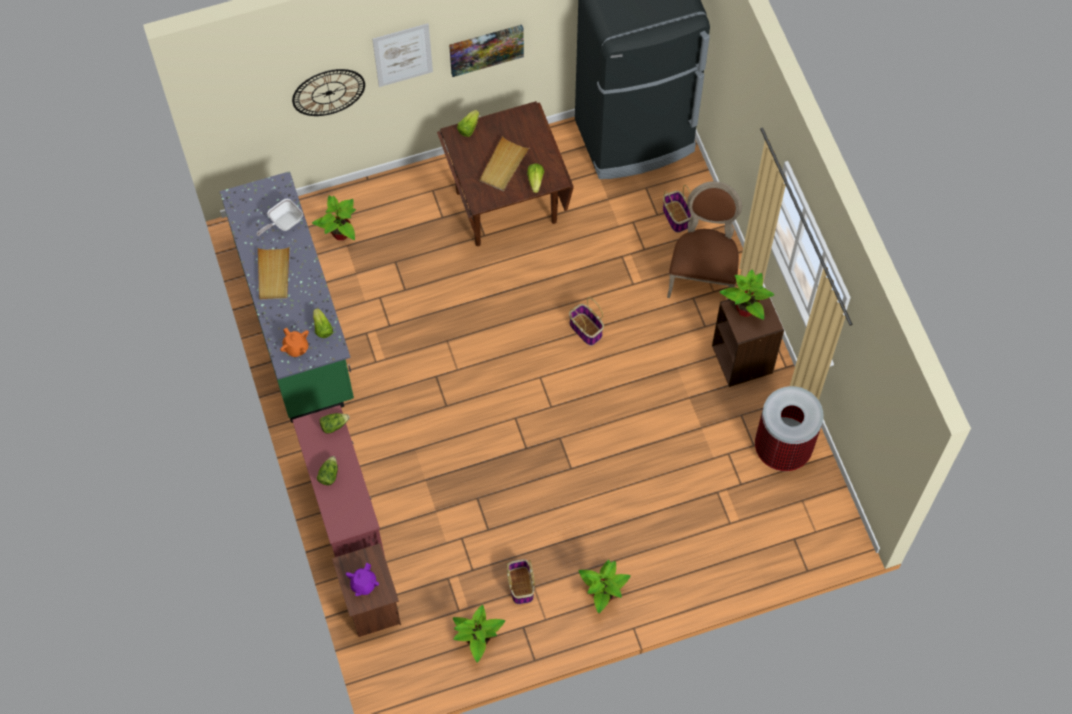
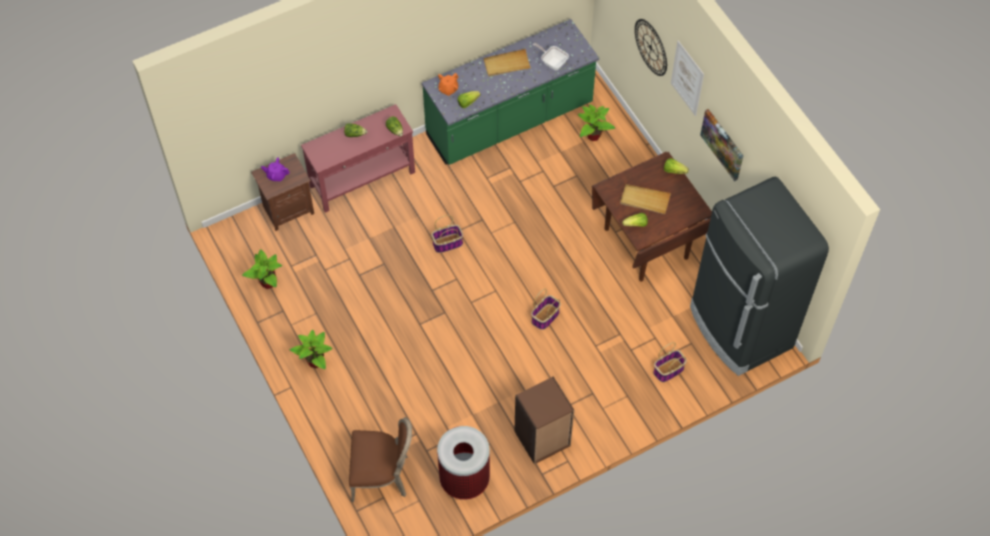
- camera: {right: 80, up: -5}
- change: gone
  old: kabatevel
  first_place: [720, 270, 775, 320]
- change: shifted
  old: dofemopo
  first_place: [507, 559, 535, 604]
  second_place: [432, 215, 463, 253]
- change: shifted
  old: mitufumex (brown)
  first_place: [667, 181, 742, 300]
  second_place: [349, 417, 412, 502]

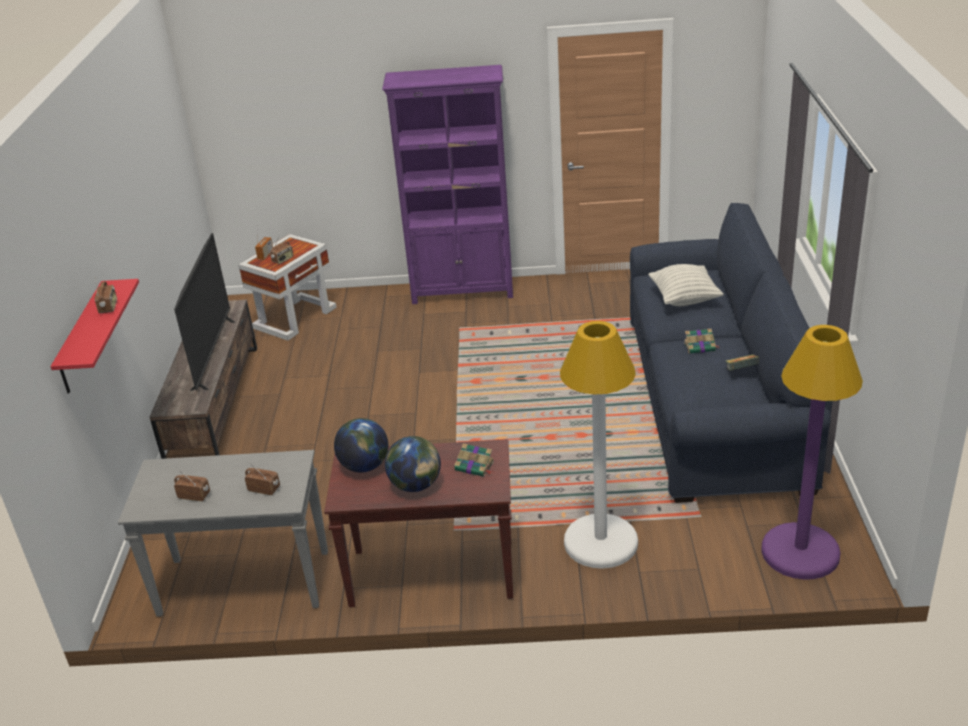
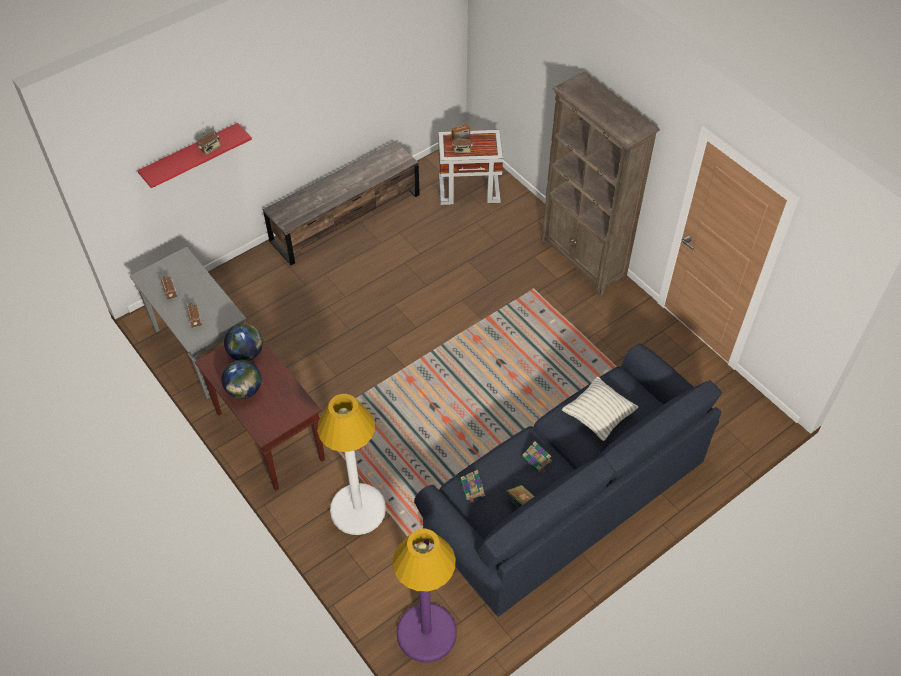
- camera: {right: 50, up: 20}
- change: gone
  old: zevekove
  first_place: [174, 233, 235, 391]
- change: shifted
  old: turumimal
  first_place: [454, 443, 494, 477]
  second_place: [460, 470, 485, 502]
- change: repainted
  old: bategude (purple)
  new: bategude (brown)
  first_place: [382, 65, 513, 304]
  second_place: [541, 71, 660, 296]

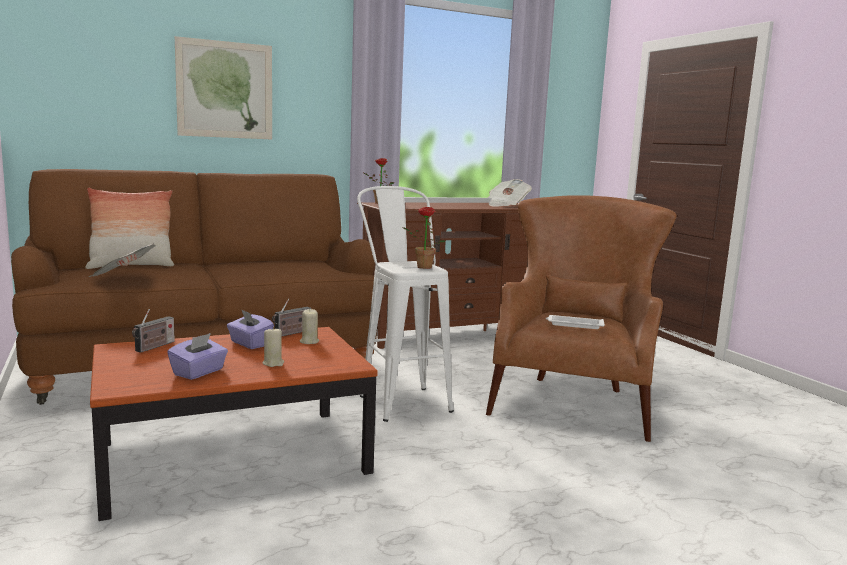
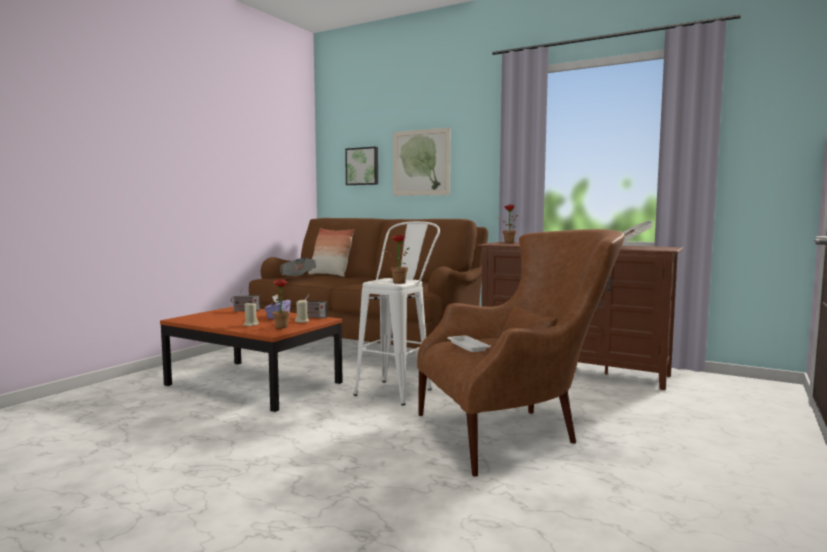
- camera: {right: 55, up: -5}
- change: gone
  old: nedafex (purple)
  first_place: [167, 333, 228, 380]
- change: new
  new: kabatevel
  second_place: [271, 279, 296, 329]
- change: new
  new: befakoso
  second_place: [345, 147, 378, 185]

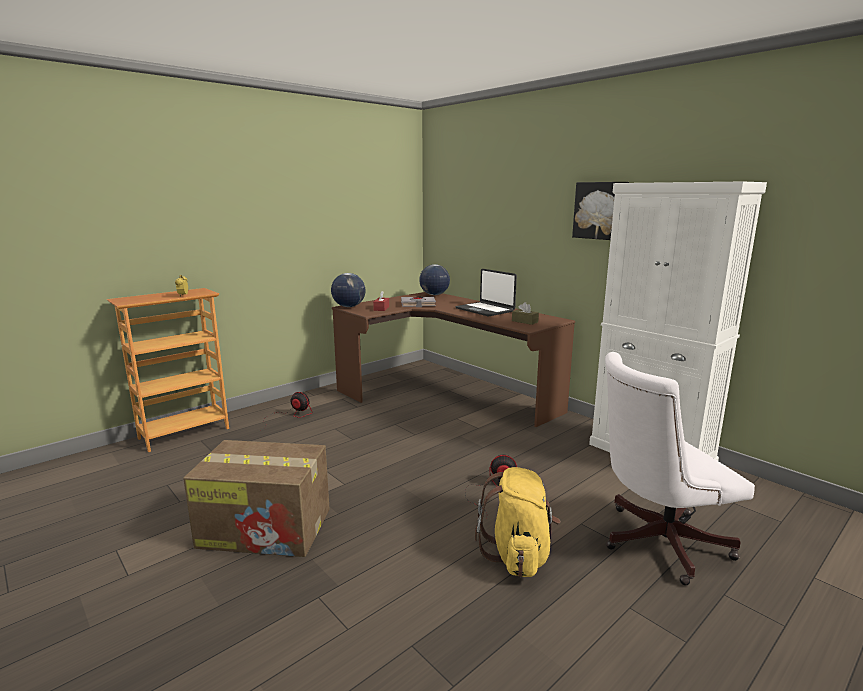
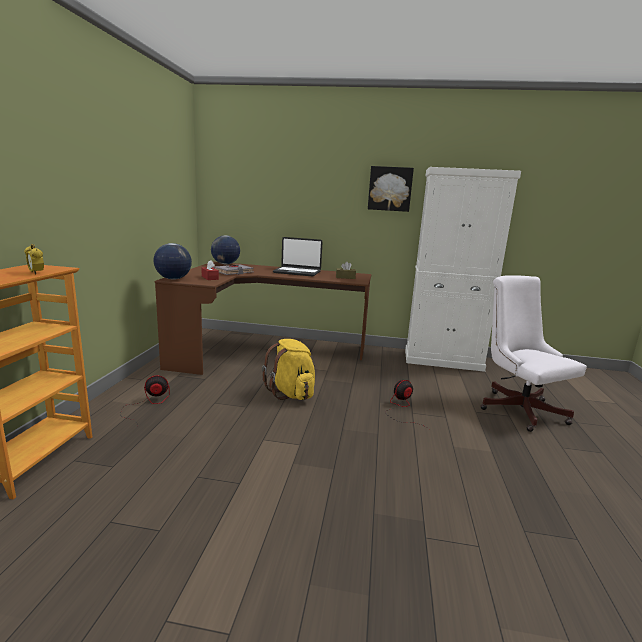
- camera: {right: -40, up: 0}
- change: gone
  old: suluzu
  first_place: [183, 440, 330, 557]
- change: shifted
  old: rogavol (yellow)
  first_place: [475, 467, 561, 577]
  second_place: [262, 339, 315, 400]
- change: rotated
  old: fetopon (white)
  first_place: [605, 352, 755, 585]
  second_place: [480, 275, 587, 432]
  degrees: 120

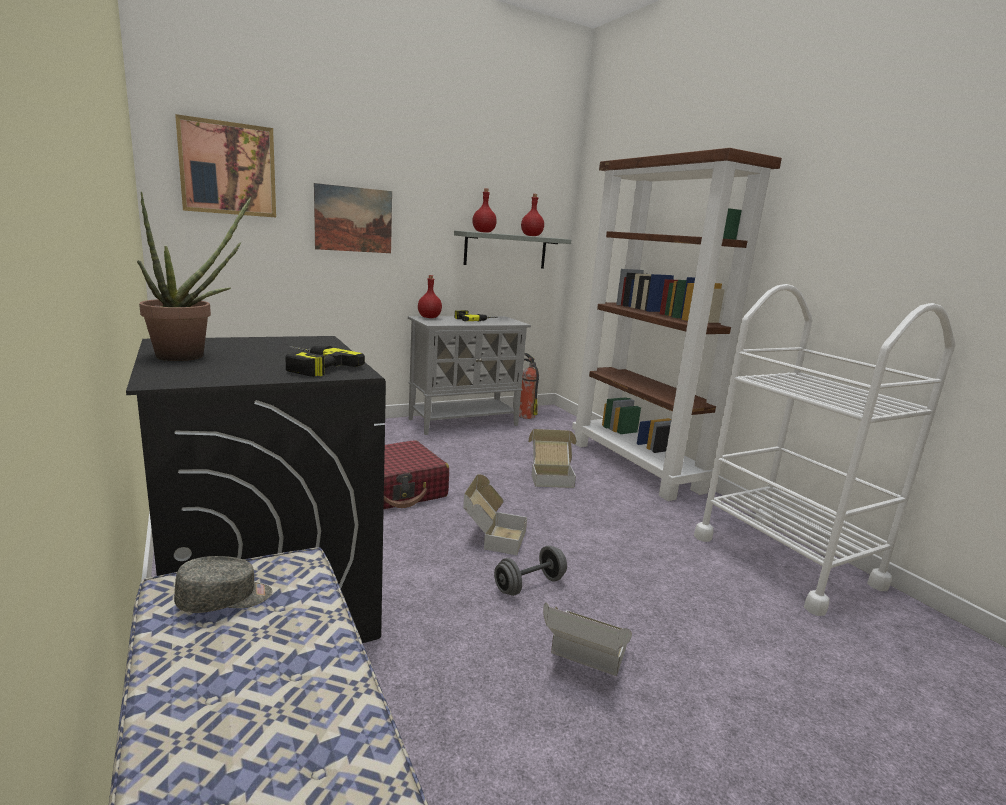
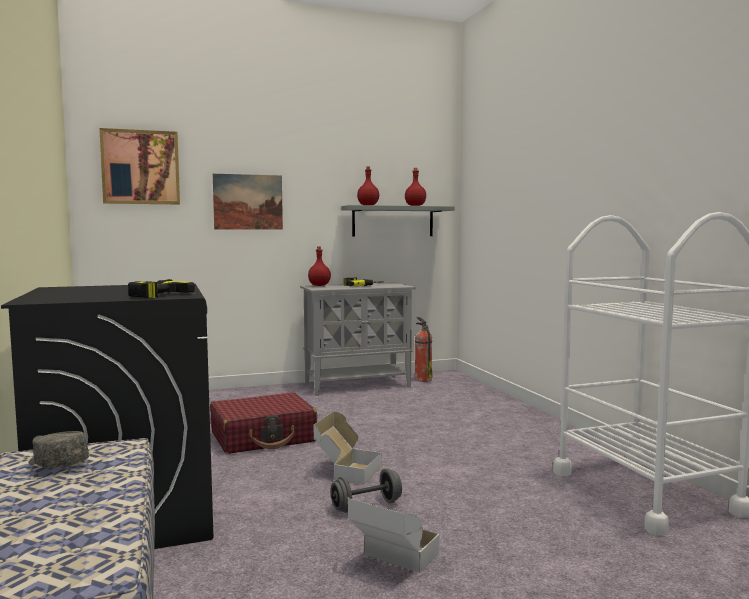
- camera: {right: 10, up: -10}
- change: gone
  old: kabatevel
  first_place: [137, 192, 251, 361]
- change: gone
  old: suluzu
  first_place: [528, 429, 577, 488]
- change: gone
  old: bategude (brown)
  first_place: [572, 148, 782, 501]
- change: rotated
  old: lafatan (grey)
  first_place: [174, 556, 272, 613]
  second_place: [29, 431, 89, 468]
  degrees: -135

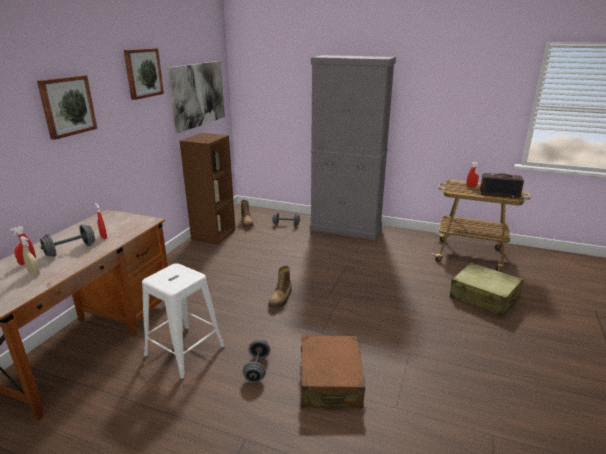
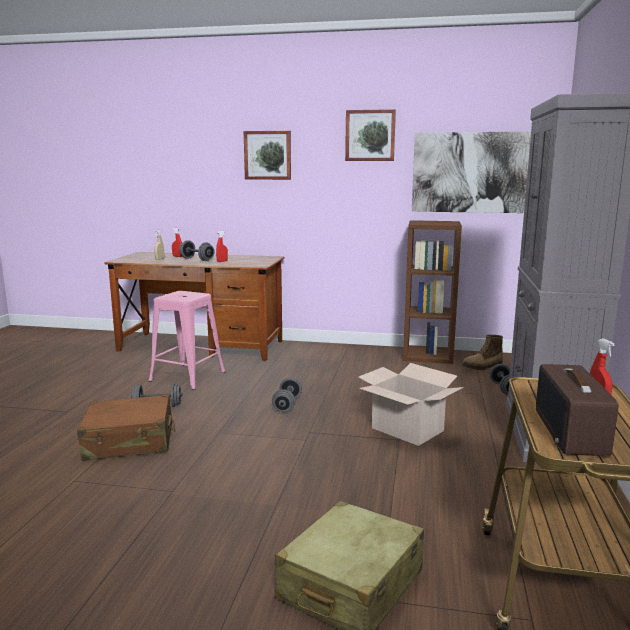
- camera: {right: 80, up: -10}
- change: new
  new: suluzu
  second_place: [359, 363, 464, 446]
- change: swapped
  old: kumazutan
  new: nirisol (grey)
  first_place: [268, 266, 292, 308]
  second_place: [272, 378, 302, 412]
- change: repainted
  old: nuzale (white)
  new: nuzale (pink)
  first_place: [142, 264, 225, 380]
  second_place: [149, 291, 225, 390]

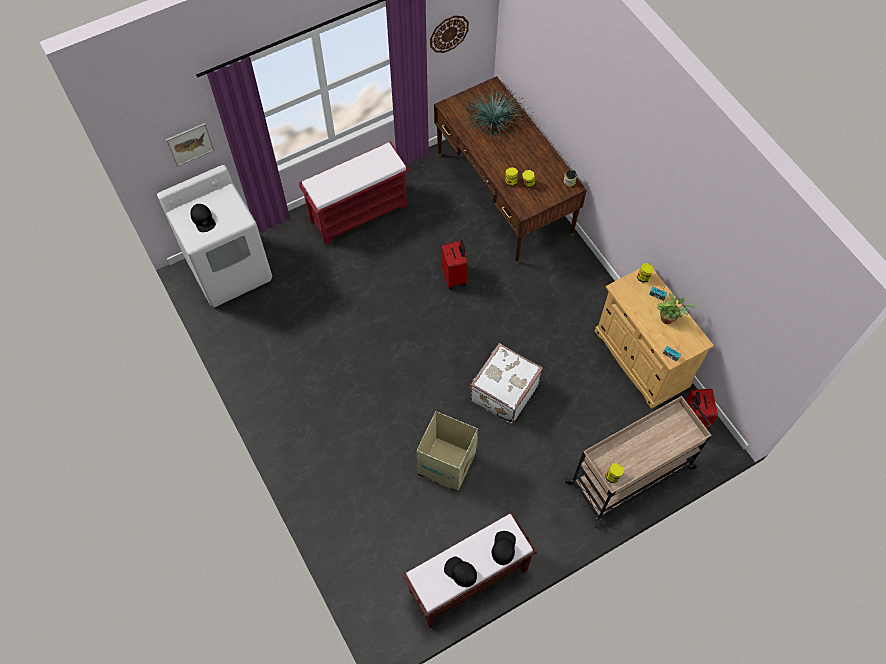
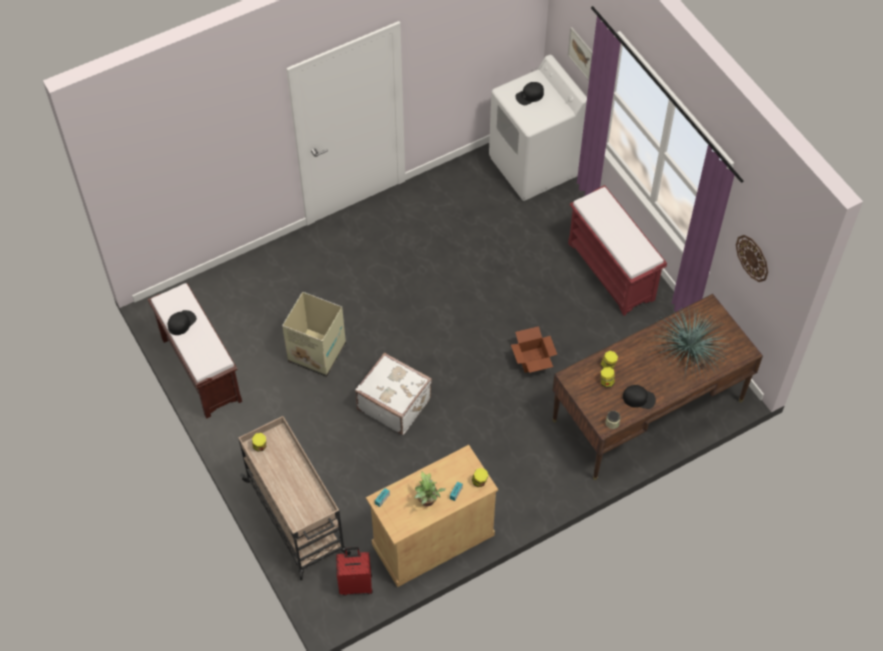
- camera: {right: 90, up: -5}
- change: shifted
  old: lafatan (black)
  first_place: [492, 531, 516, 565]
  second_place: [623, 385, 656, 409]
- change: swapped
  old: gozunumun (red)
  new: suluzu
  first_place: [441, 240, 468, 290]
  second_place: [511, 326, 558, 373]

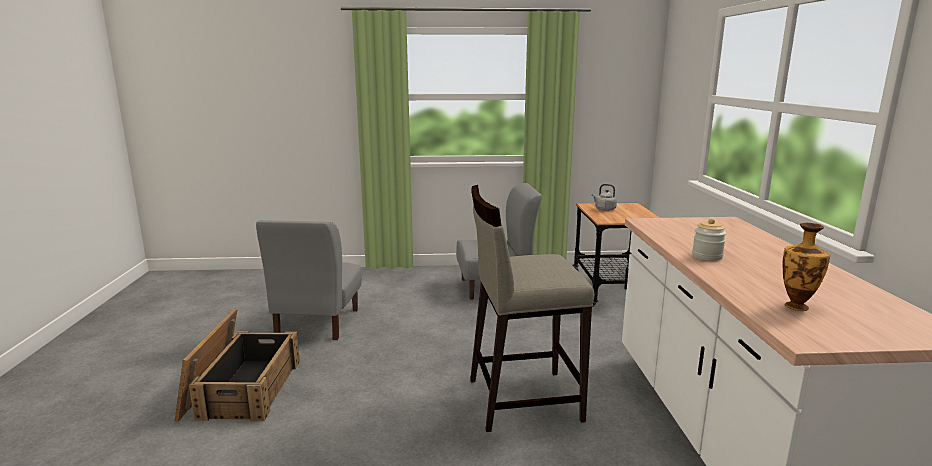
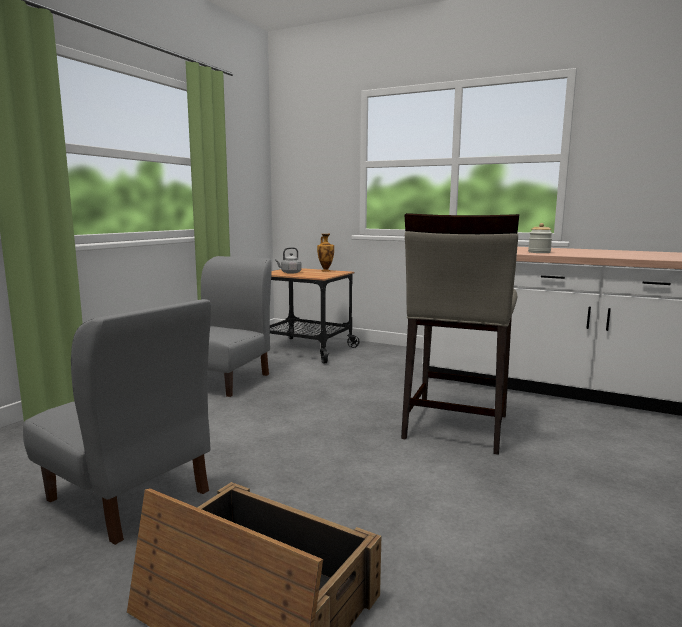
- camera: {right: -60, up: -5}
- change: shifted
  old: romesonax
  first_place: [782, 223, 830, 311]
  second_place: [317, 234, 334, 272]

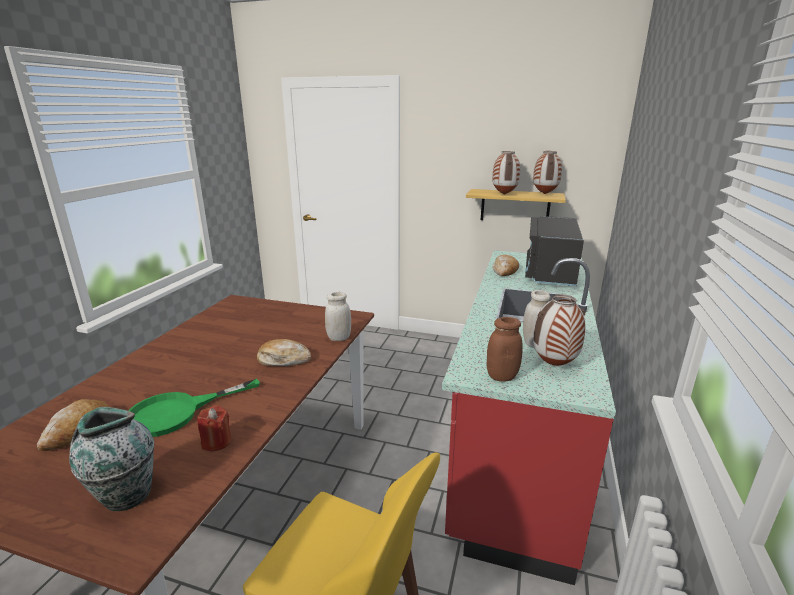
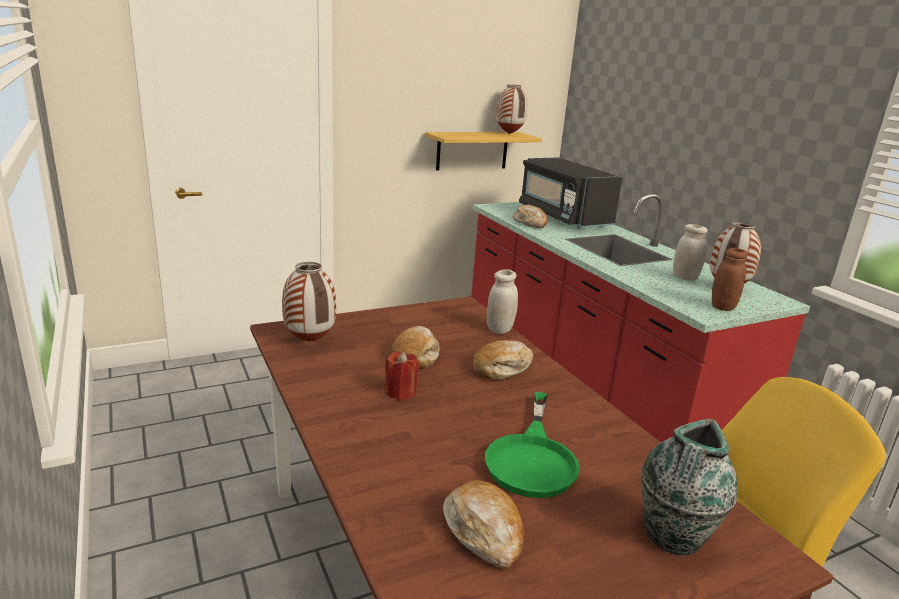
- camera: {right: -45, up: 0}
- change: new
  new: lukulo
  second_place: [392, 326, 440, 369]
- change: shifted
  old: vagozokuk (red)
  first_place: [197, 405, 231, 451]
  second_place: [384, 352, 420, 401]
- change: shifted
  old: romesonax
  first_place: [492, 151, 520, 195]
  second_place: [282, 262, 336, 342]

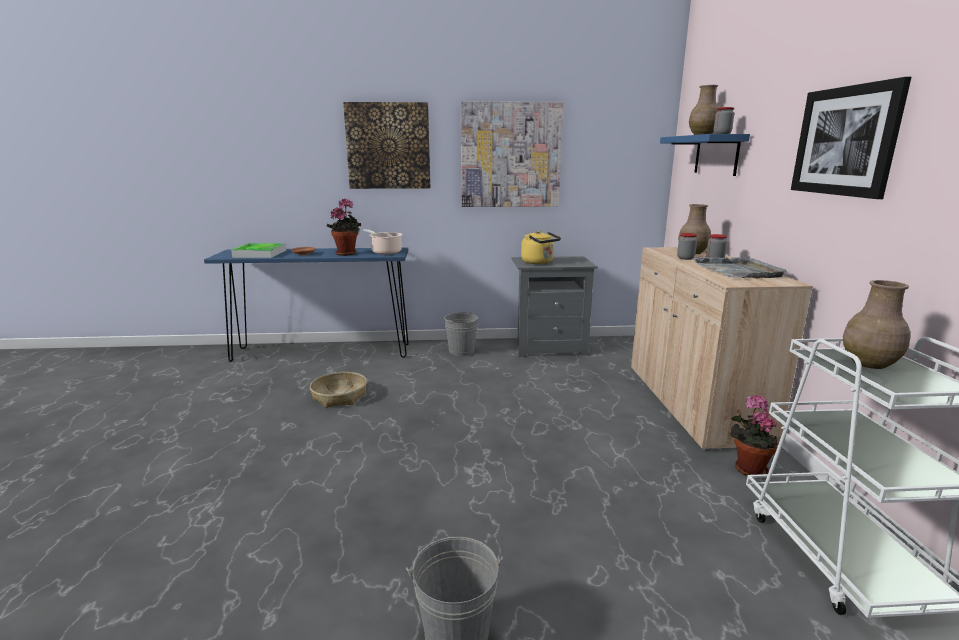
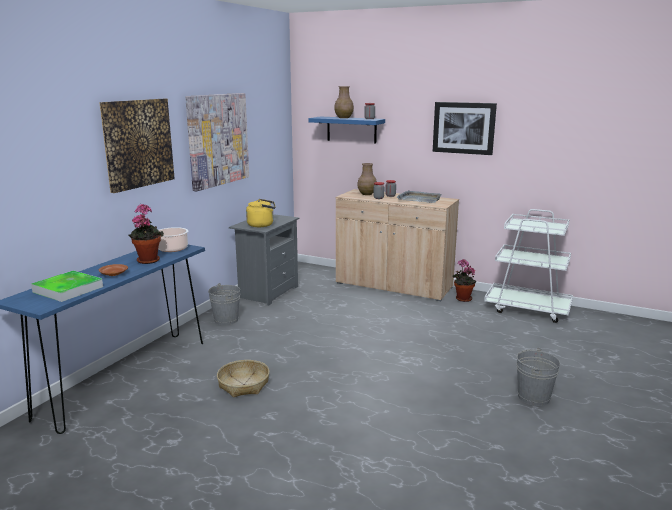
- camera: {right: -60, up: 0}
- change: gone
  old: romesonax (brown)
  first_place: [843, 280, 910, 369]

